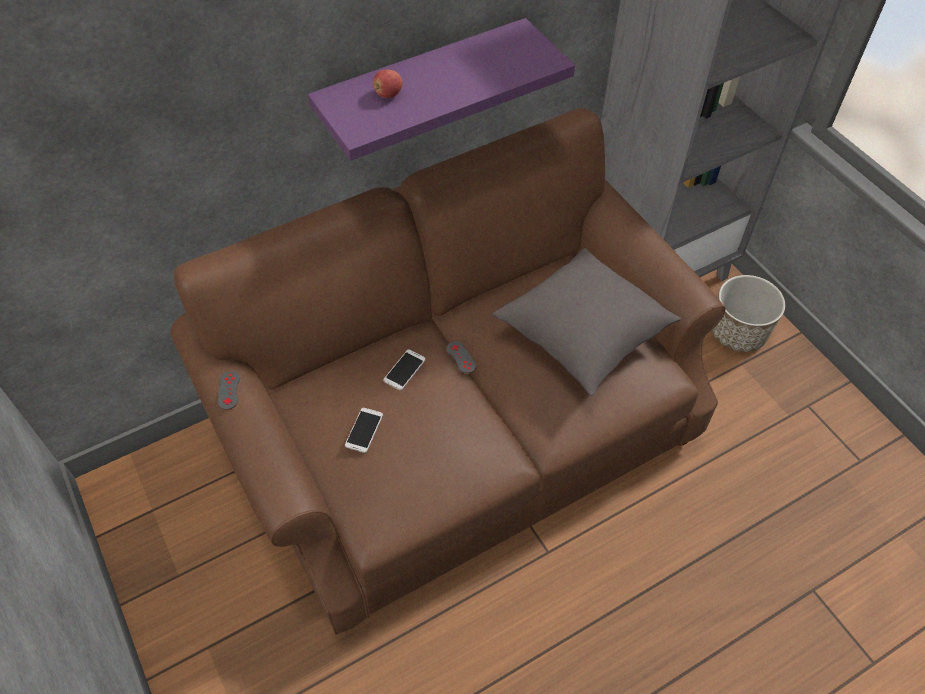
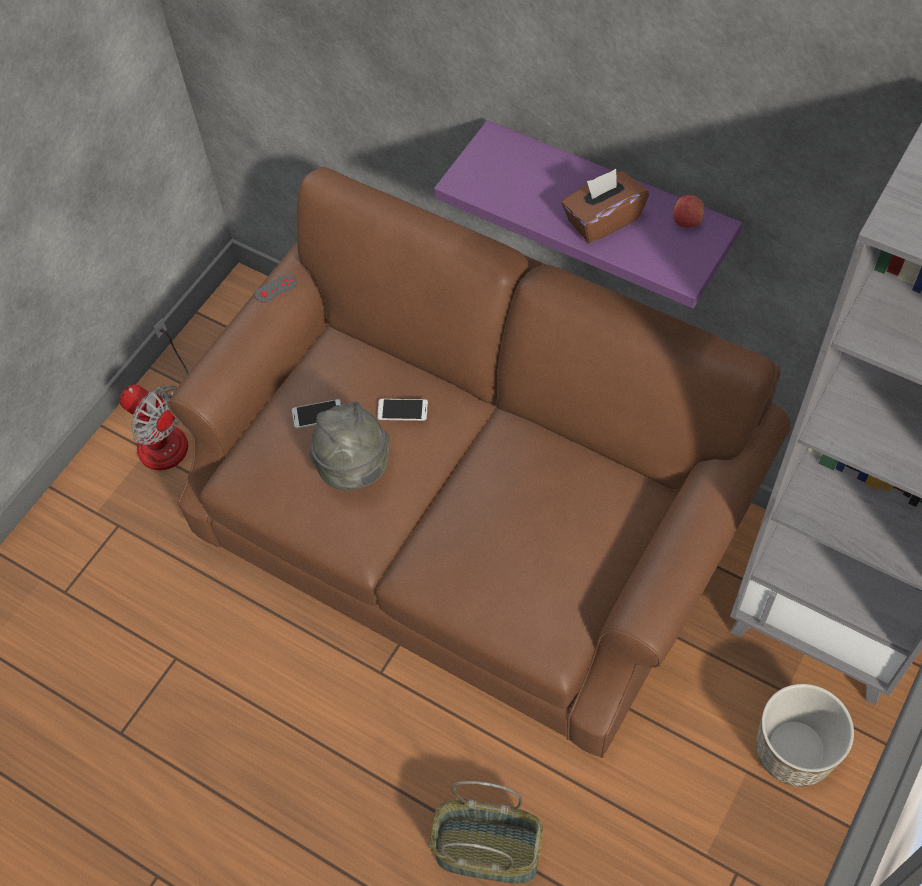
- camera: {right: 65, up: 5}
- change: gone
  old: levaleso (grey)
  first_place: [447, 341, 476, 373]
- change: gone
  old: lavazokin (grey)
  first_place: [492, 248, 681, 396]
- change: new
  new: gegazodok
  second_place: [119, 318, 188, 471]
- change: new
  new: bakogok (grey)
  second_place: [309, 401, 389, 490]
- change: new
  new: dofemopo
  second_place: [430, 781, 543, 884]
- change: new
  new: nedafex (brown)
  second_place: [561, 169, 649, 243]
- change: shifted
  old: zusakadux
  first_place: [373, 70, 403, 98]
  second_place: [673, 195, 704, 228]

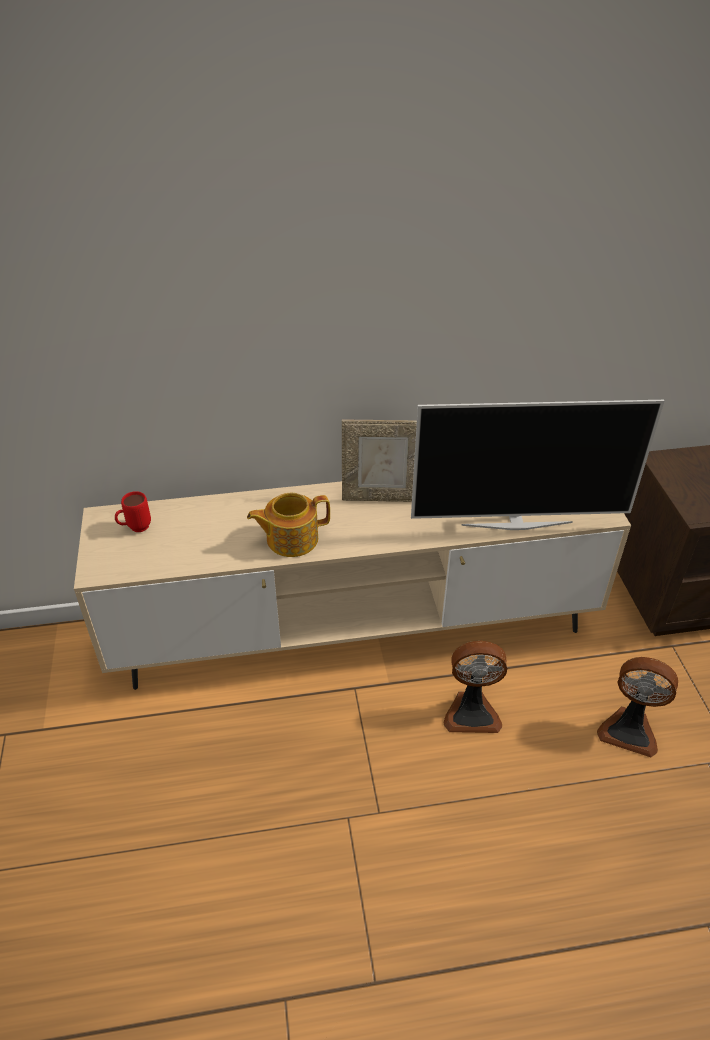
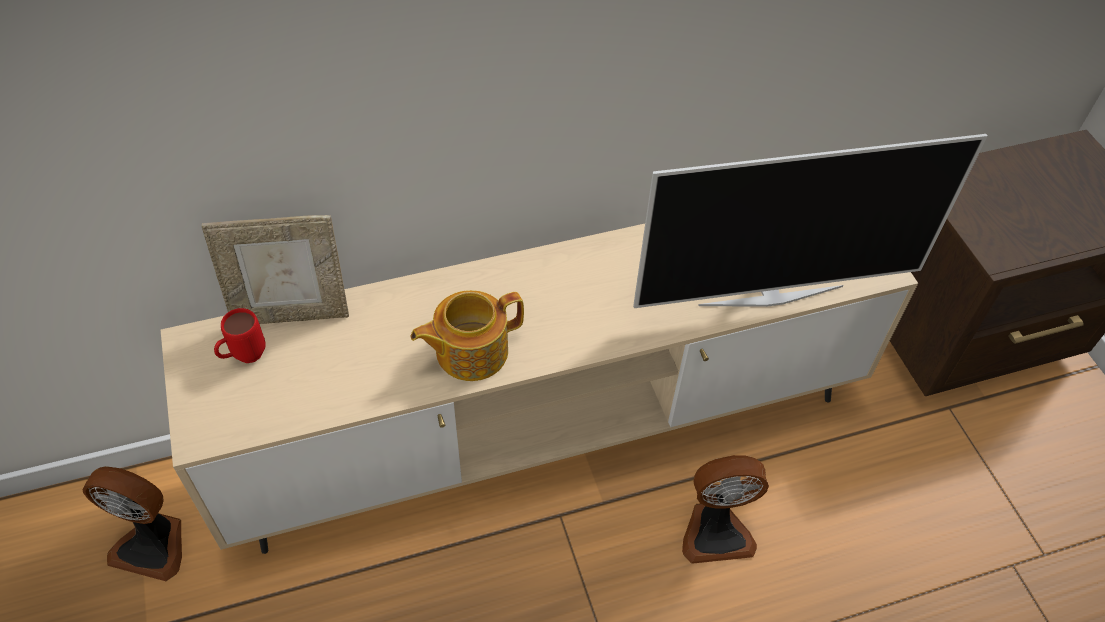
- camera: {right: -10, up: 10}
- change: shifted
  old: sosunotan
  first_place: [342, 420, 417, 502]
  second_place: [201, 215, 349, 324]
- change: shifted
  old: gegazodok
  first_place: [597, 657, 678, 757]
  second_place: [83, 466, 182, 581]

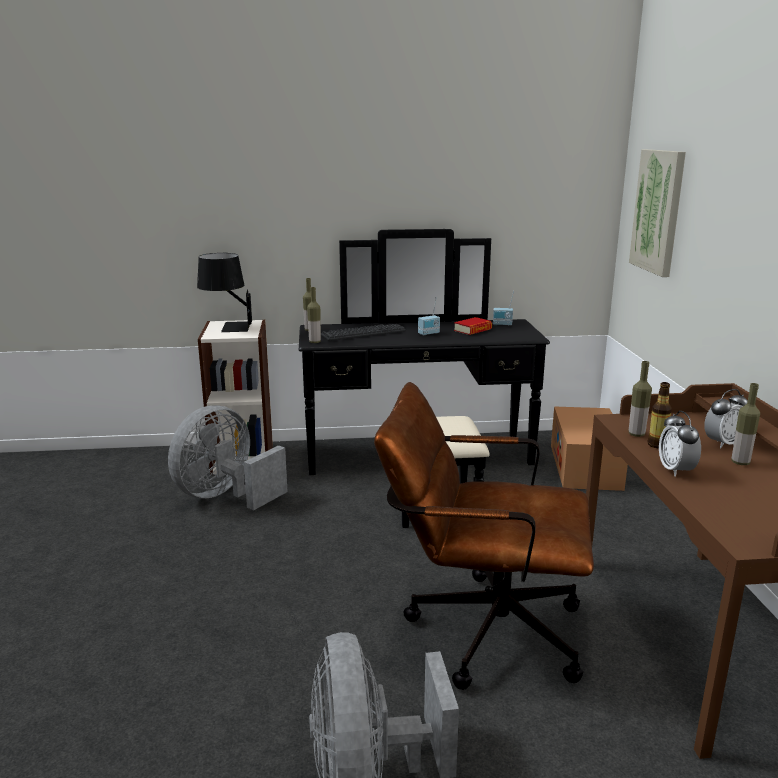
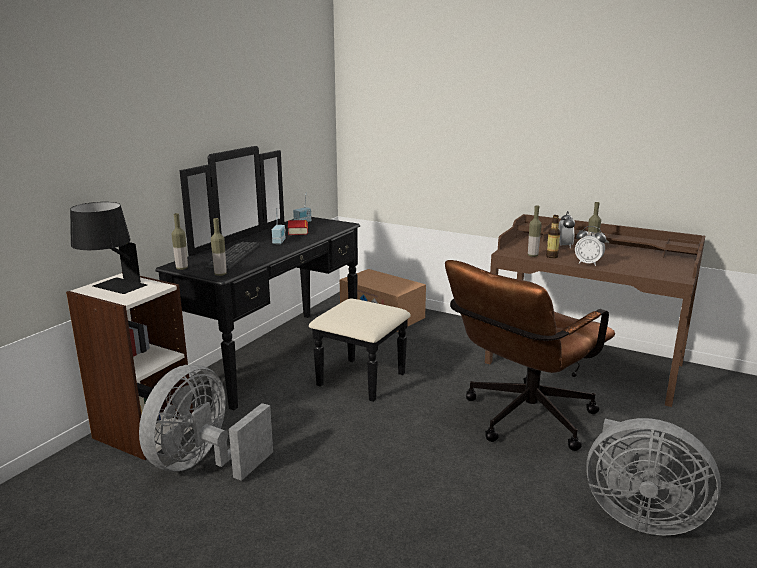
- camera: {right: -55, up: 0}
- change: gone
  old: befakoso
  first_place: [629, 149, 686, 277]
- change: rotated
  old: gegazodok (grey)
  first_place: [168, 405, 288, 510]
  second_place: [139, 365, 273, 481]
  degrees: 45

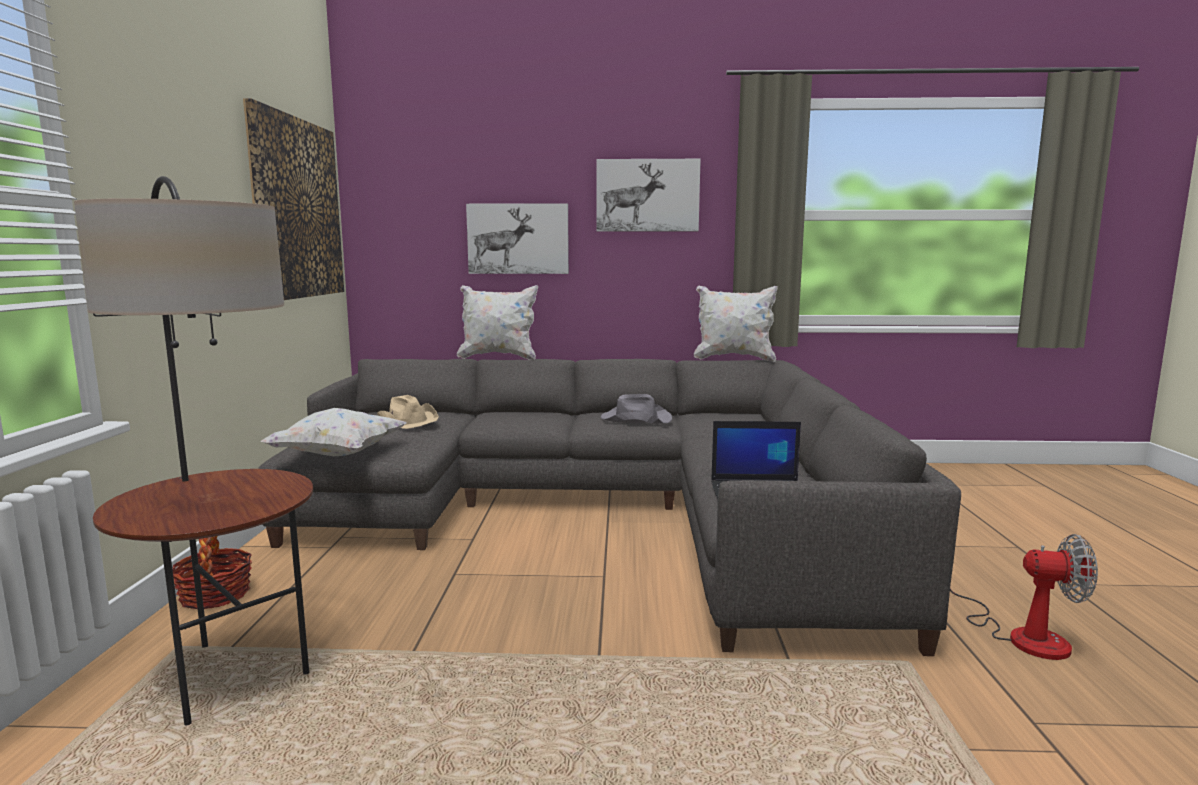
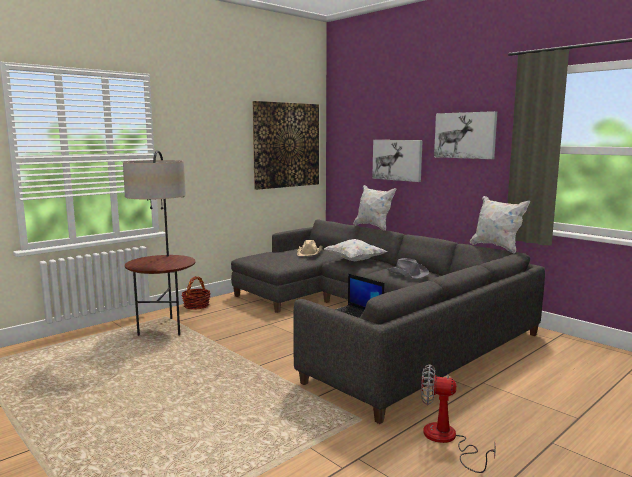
- camera: {right: 45, up: 0}
- change: shifted
  old: lavazokin (white)
  first_place: [260, 408, 406, 456]
  second_place: [324, 239, 387, 261]
- change: rotated
  old: gegazodok
  first_place: [950, 534, 1098, 660]
  second_place: [421, 364, 496, 473]
  degrees: 135

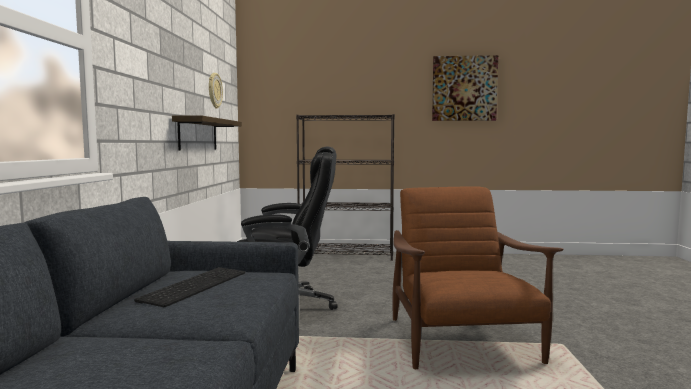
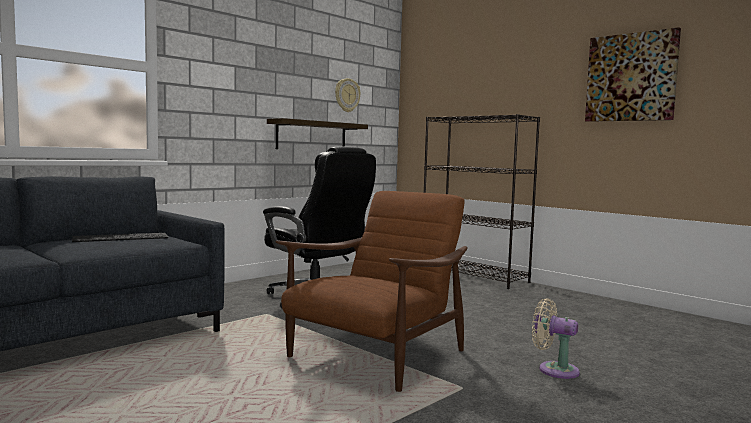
- camera: {right: 40, up: 0}
- change: new
  new: gegazodok (beige)
  second_place: [532, 298, 580, 379]

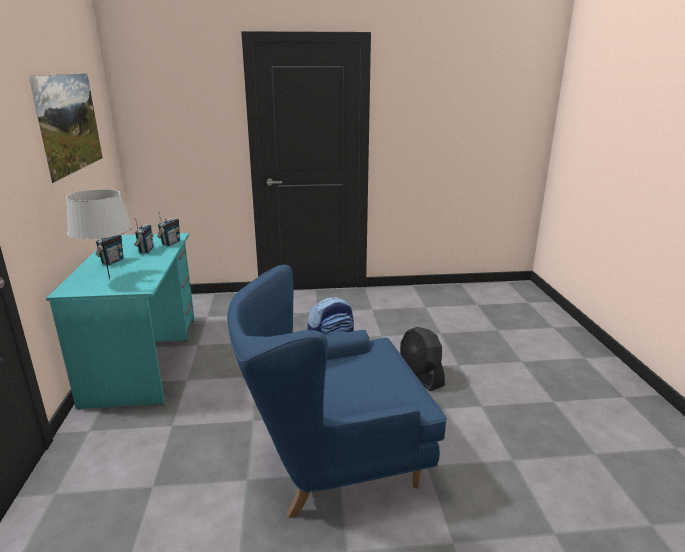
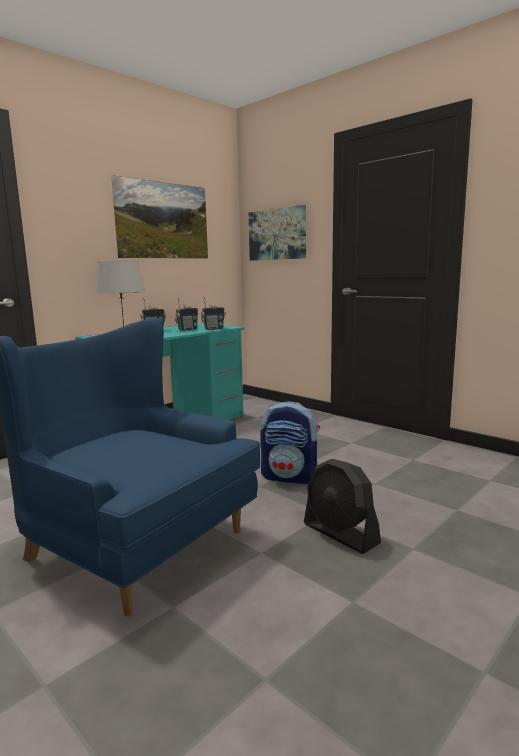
- camera: {right: 50, up: -10}
- change: new
  new: befakoso
  second_place: [249, 205, 306, 261]
- change: rotated
  old: gegazodok (black)
  first_place: [400, 327, 445, 391]
  second_place: [304, 458, 381, 554]
  degrees: -60

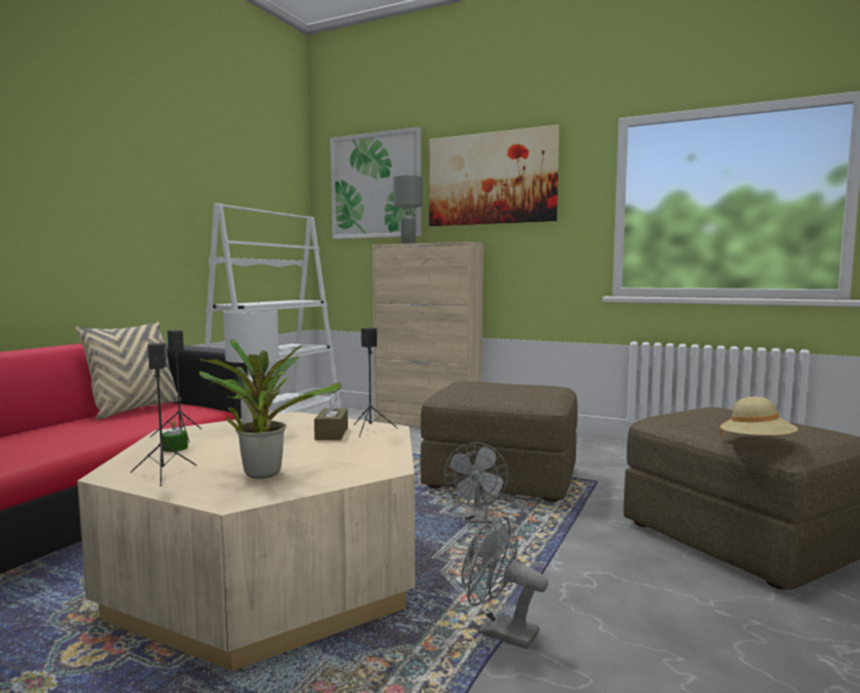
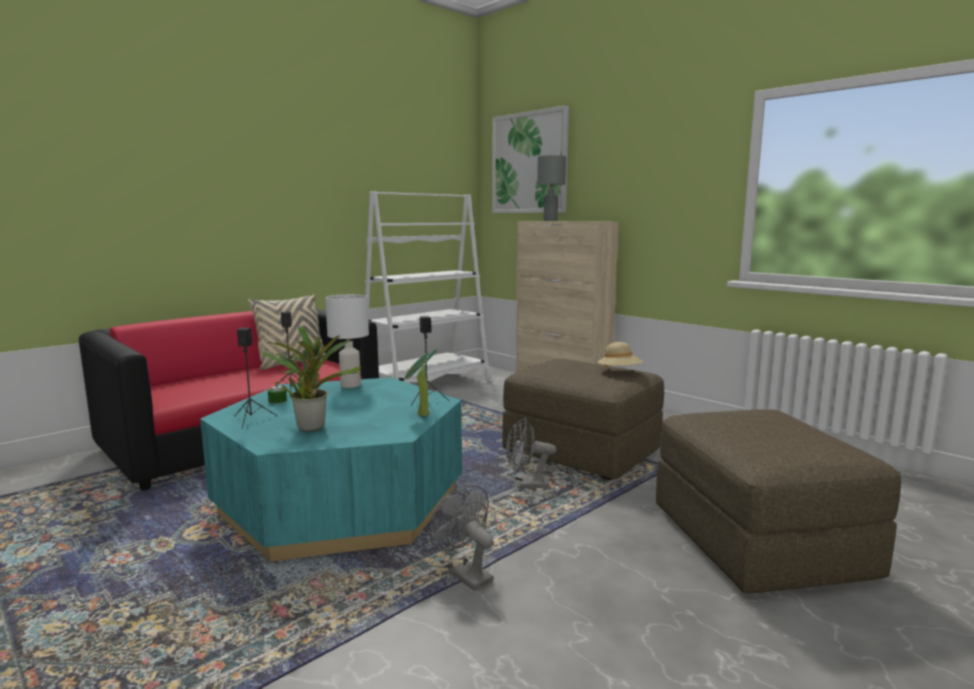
- camera: {right: 20, up: 5}
- change: gone
  old: nedafex (brown)
  first_place: [314, 393, 348, 440]
- change: gone
  old: befakoso
  first_place: [429, 125, 559, 226]
- change: new
  new: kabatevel
  second_place: [404, 349, 437, 417]
- change: shifted
  old: bakogok (beige)
  first_place: [720, 397, 798, 438]
  second_place: [597, 342, 643, 368]
- change: repainted
  old: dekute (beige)
  new: dekute (turquoise)
  first_place: [77, 412, 415, 671]
  second_place: [200, 378, 462, 561]
- change: rotated
  old: gegazodok (grey)
  first_place: [444, 442, 508, 524]
  second_place: [506, 417, 557, 488]
  degrees: 60

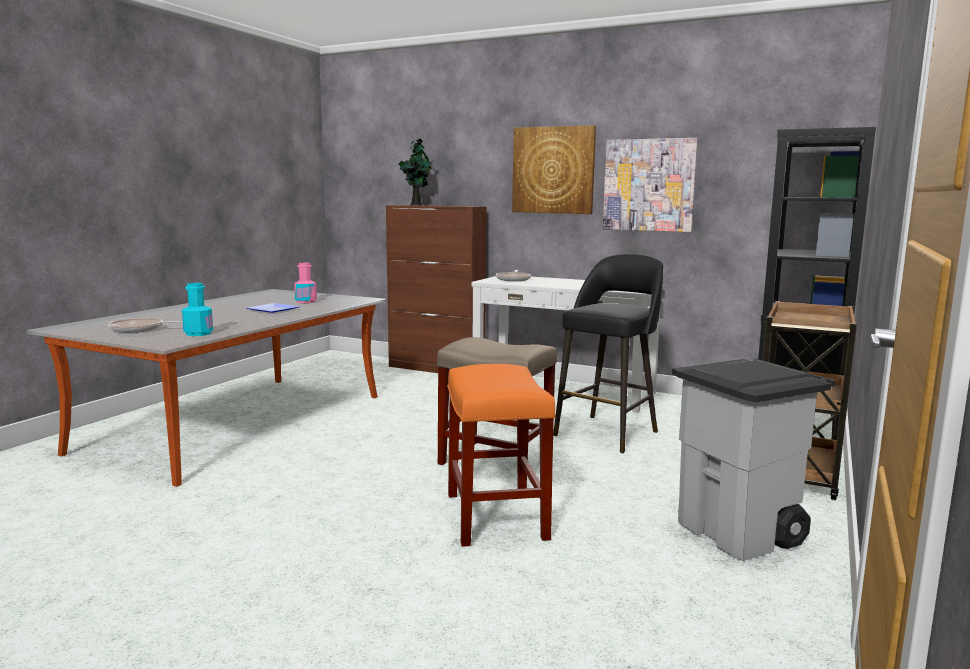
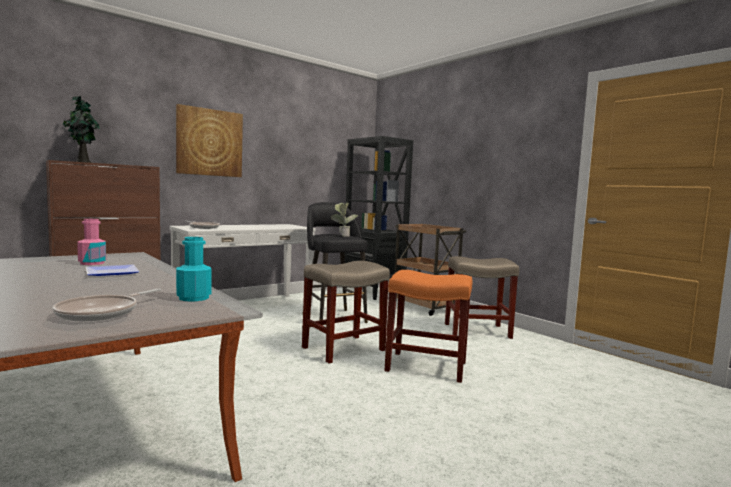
- camera: {right: -65, up: -5}
- change: gone
  old: befakoso
  first_place: [603, 138, 698, 232]
- change: new
  new: kabatevel
  second_place: [331, 202, 358, 237]
- change: swapped
  old: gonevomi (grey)
  new: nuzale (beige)
  first_place: [672, 359, 835, 561]
  second_place: [445, 256, 519, 339]

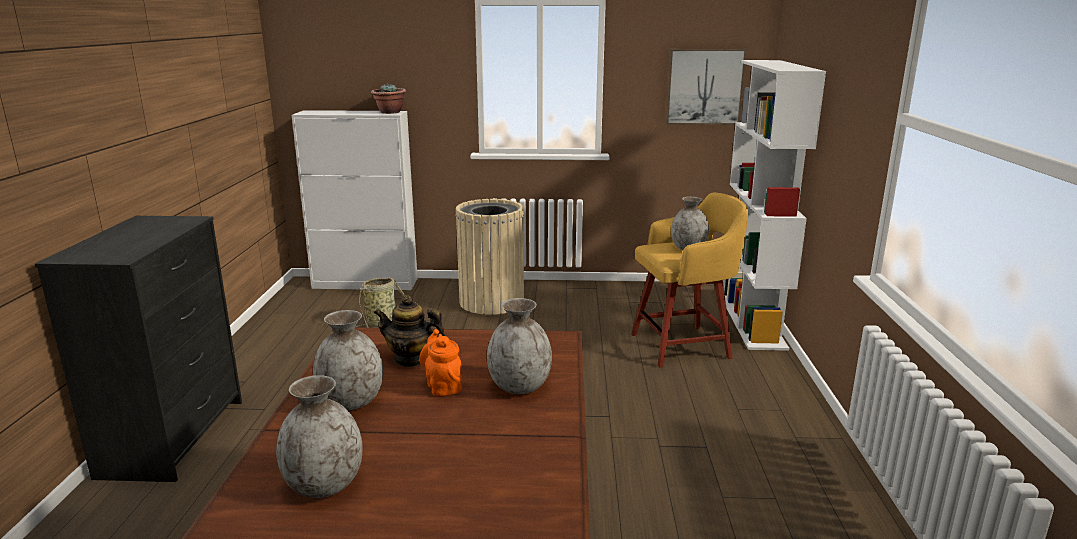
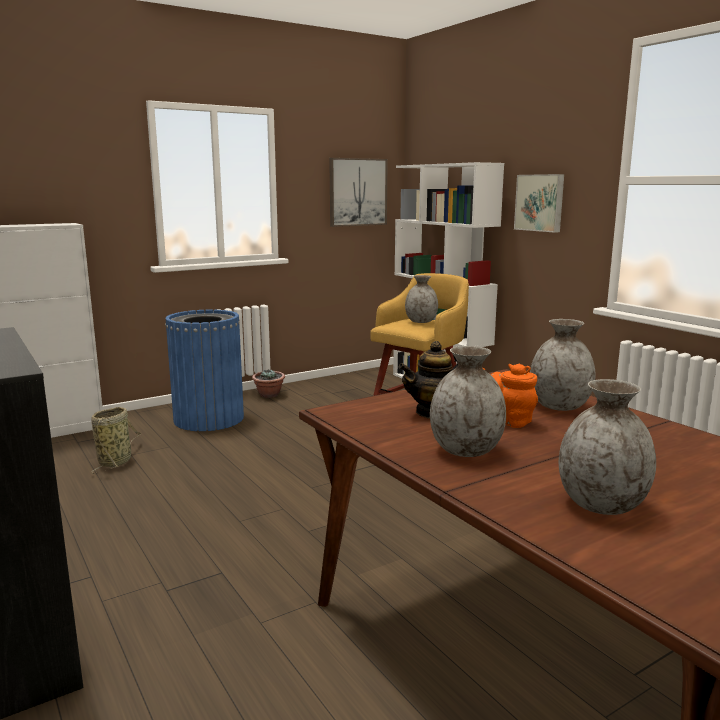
- camera: {right: -35, up: -5}
- change: new
  new: befakoso
  second_place: [514, 174, 564, 233]
- change: shifted
  old: kabatevel
  first_place: [371, 83, 406, 114]
  second_place: [252, 369, 285, 398]
- change: repainted
  old: gonevomi (beige)
  new: gonevomi (blue)
  first_place: [455, 199, 524, 315]
  second_place: [165, 310, 244, 431]

